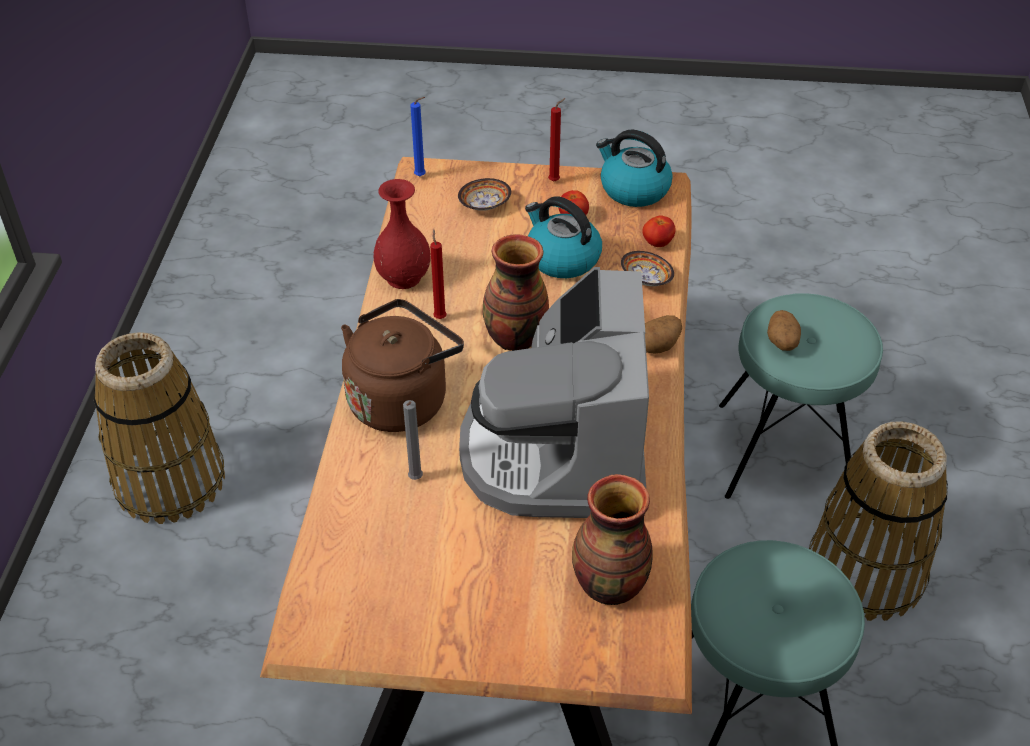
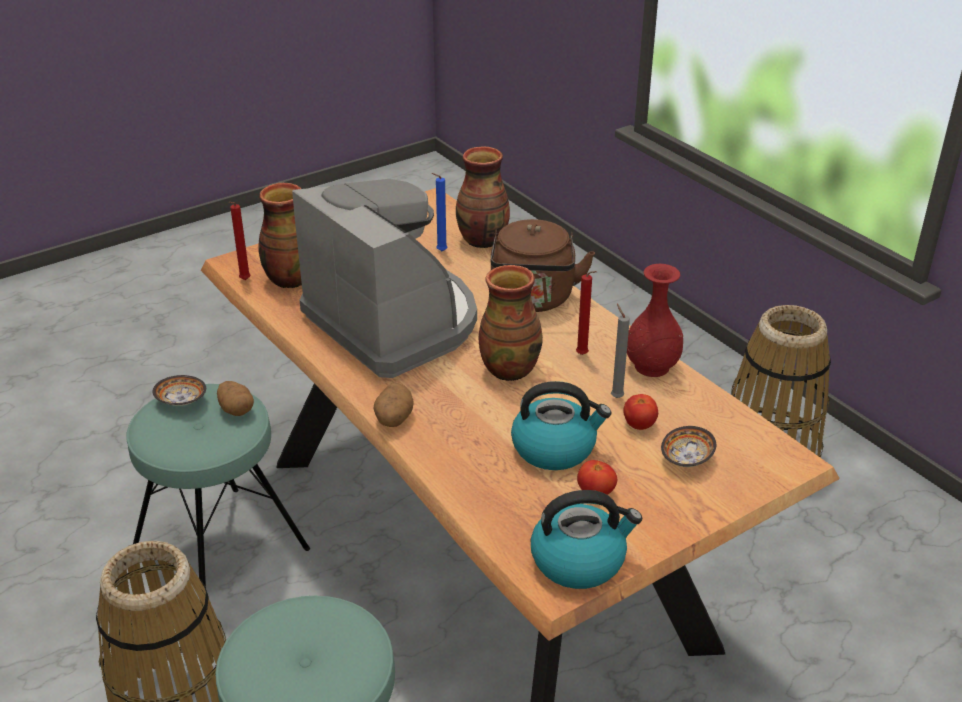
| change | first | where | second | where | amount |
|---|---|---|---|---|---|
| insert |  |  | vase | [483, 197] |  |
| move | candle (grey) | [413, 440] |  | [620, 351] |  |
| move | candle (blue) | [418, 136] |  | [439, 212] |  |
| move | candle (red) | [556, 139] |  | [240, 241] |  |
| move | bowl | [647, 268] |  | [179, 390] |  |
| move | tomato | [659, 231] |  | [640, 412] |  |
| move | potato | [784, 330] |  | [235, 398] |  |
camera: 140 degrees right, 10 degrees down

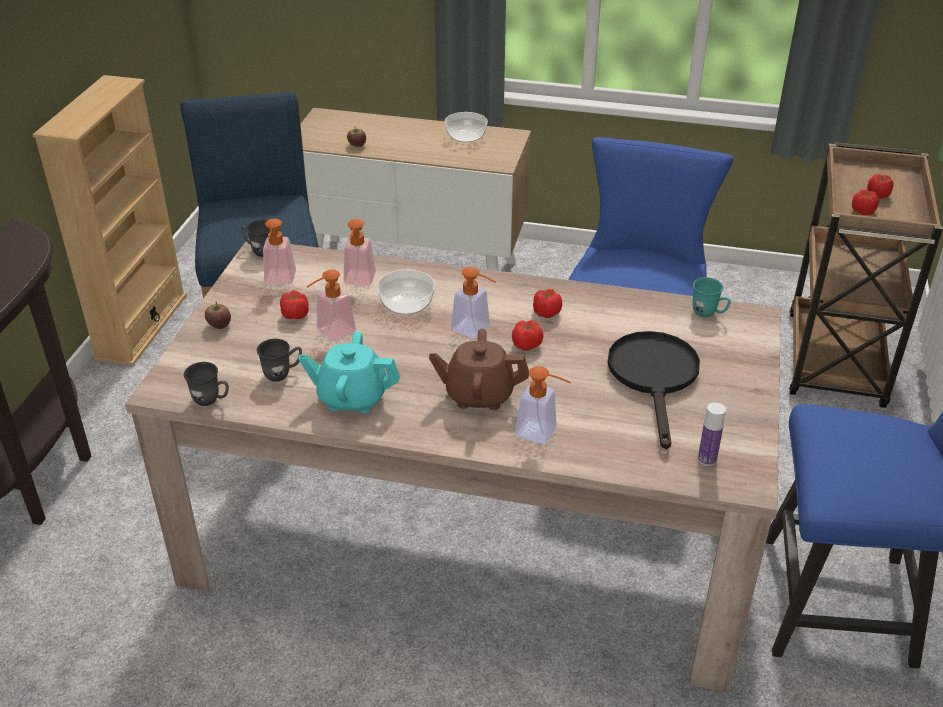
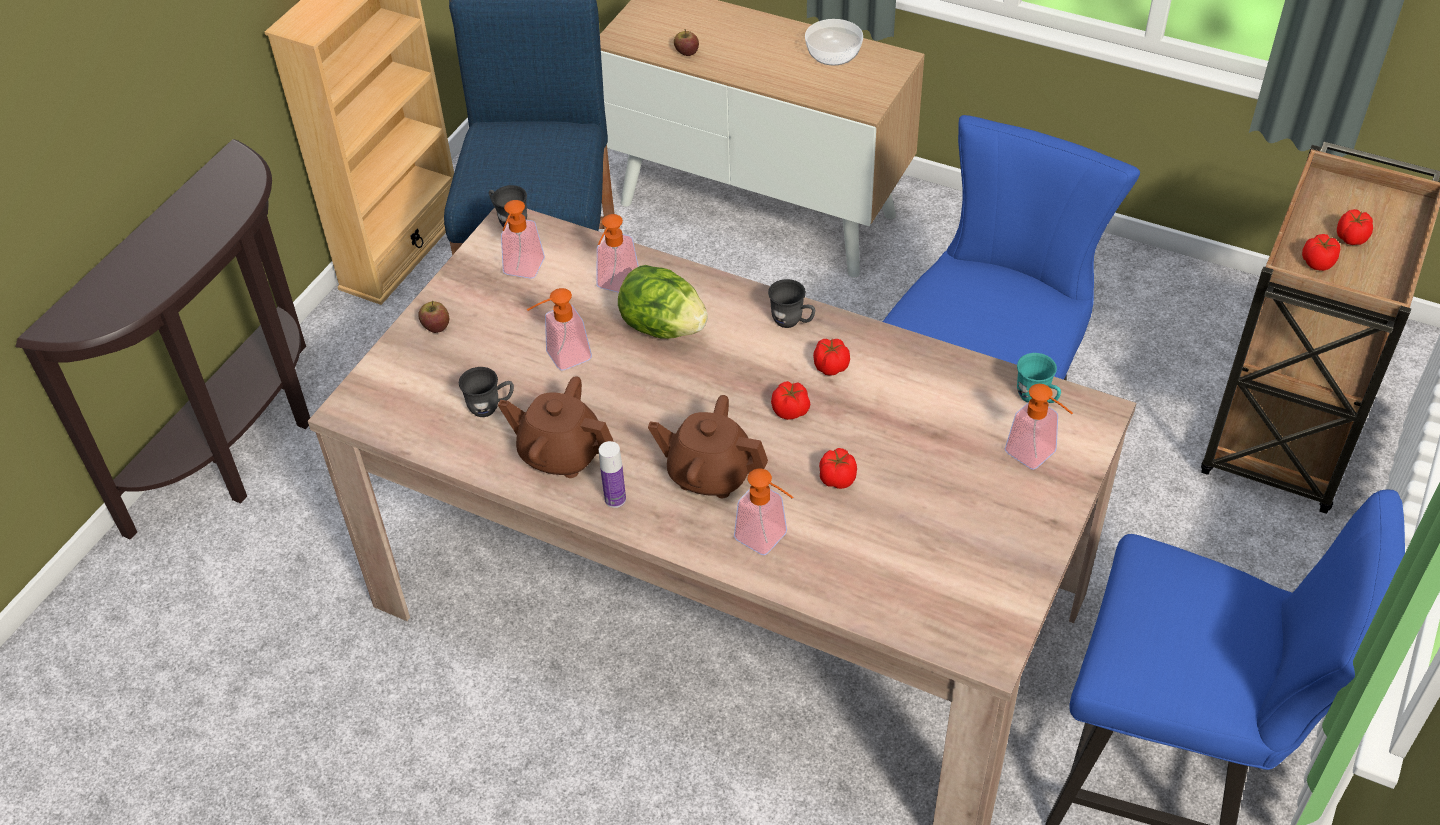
| change | first | where | second | where | amount |
|---|---|---|---|---|---|
| delete | frying pan (black) | [653, 390] |  |  |  |
| move | mug (grey) | [206, 384] |  | [791, 303] |  |
| move | tomato | [294, 304] |  | [838, 468] |  |
| move | soap dispenser | [473, 302] |  | [1039, 427] |  |
| move | bottle | [712, 434] |  | [612, 474] |  |
| replace | bowl | [406, 292] | lettuce | [663, 302] |  |
| recolor | teapot (turquoise) | [349, 372] | teapot (brown) | [556, 427] |  |
camera: 15 degrees right, 10 degrees up

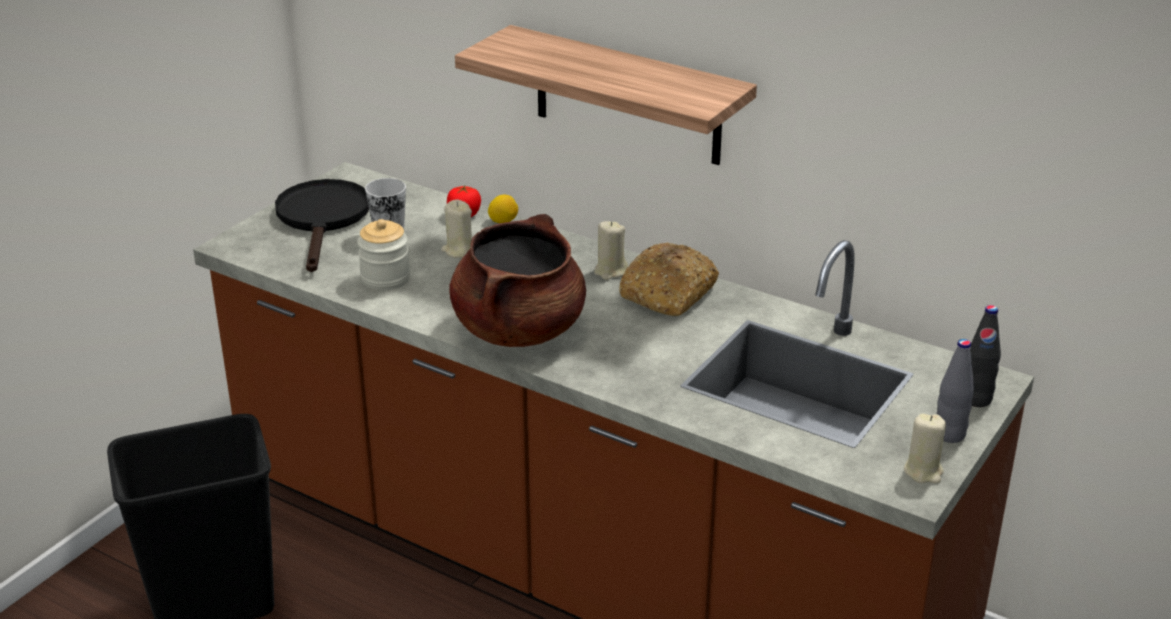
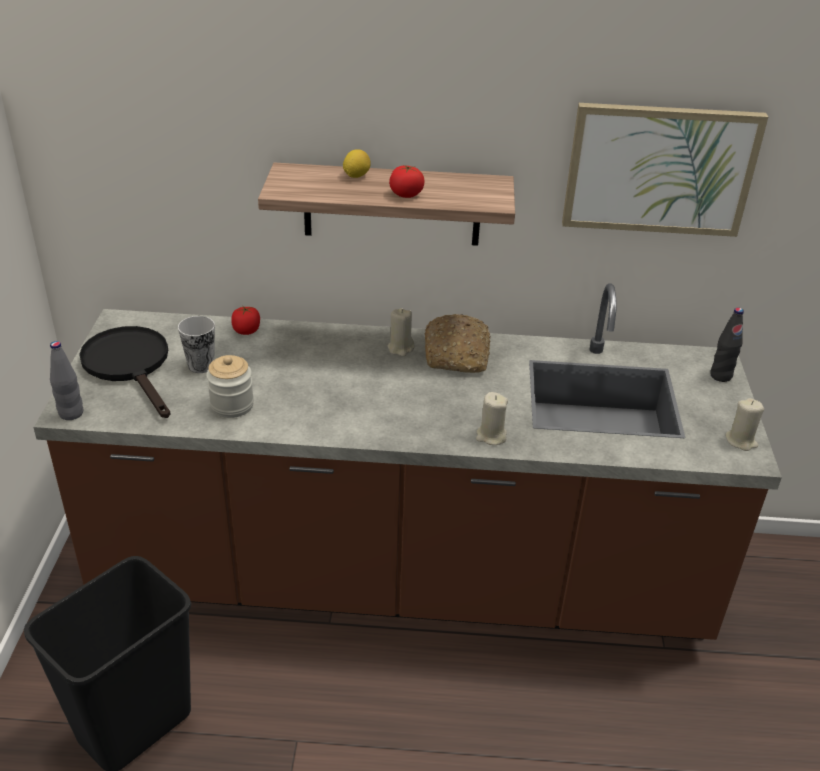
| change | first | where | second | where | amount |
|---|---|---|---|---|---|
| delete | cooking pot (brown) | [517, 280] |  |  |  |
| insert |  |  | tomato | [407, 181] |  |
| insert |  |  | picture | [665, 170] |  |
| move | candle (beige) | [456, 229] |  | [492, 418] |  |
| move | lemon | [503, 209] |  | [357, 163] |  |
| move | bottle (grey) | [955, 391] |  | [66, 380] |  |
camera: 30 degrees left, 5 degrees up

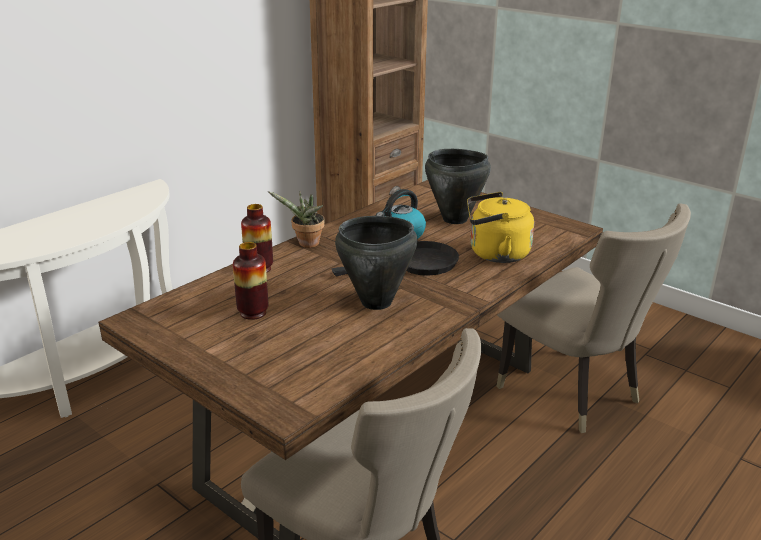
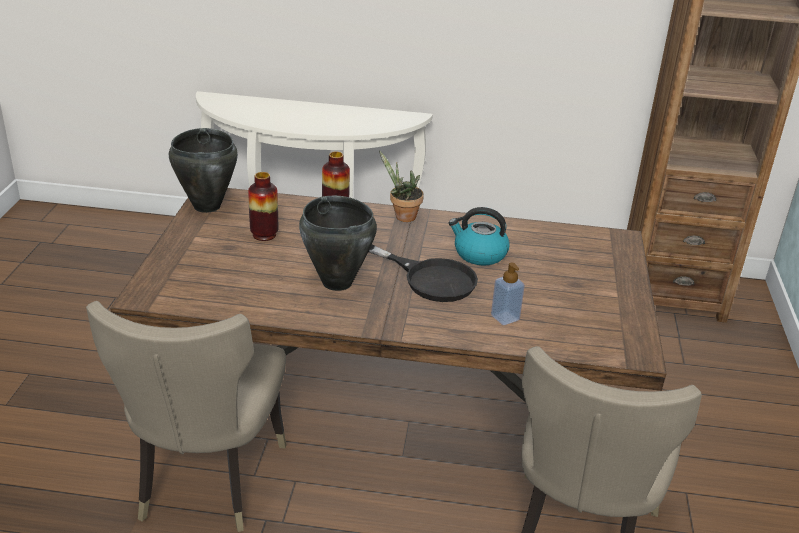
| change | first | where | second | where | amount |
|---|---|---|---|---|---|
| move | cooking pot (black) | [458, 186] |  | [203, 170] |  |
| replace | kettle (yellow) | [500, 227] | soap dispenser | [508, 293] |  |
camera: 55 degrees right, 5 degrees up

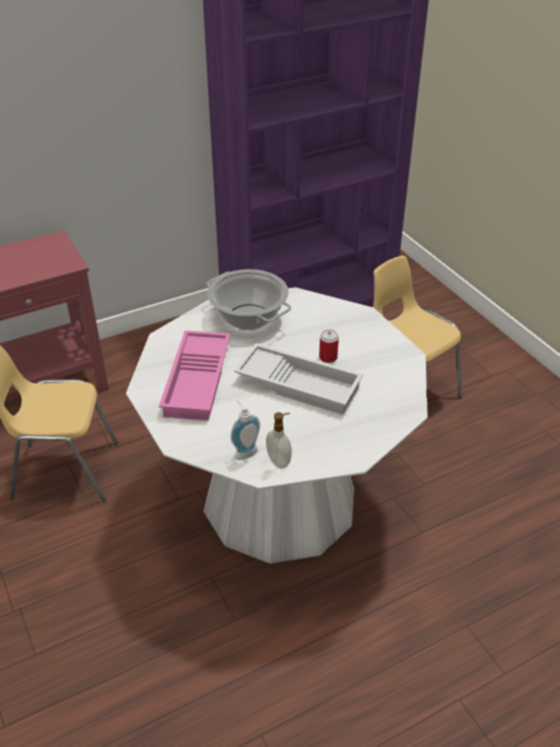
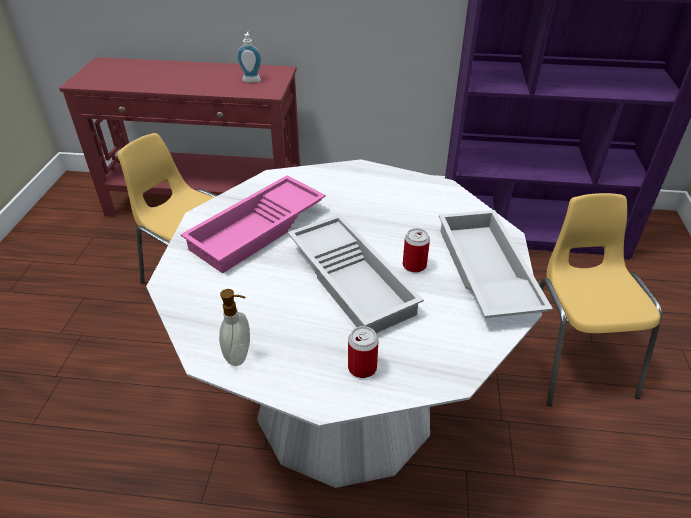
| change | first | where | second | where | amount |
|---|---|---|---|---|---|
| delete | cooking pot | [248, 299] |  |  |  |
| insert |  |  | can | [363, 352] |  |
| insert |  |  | tray (white) | [496, 264] |  |
| move | soap dispenser | [245, 430] |  | [249, 57] |  |
camera: 35 degrees right, 0 degrees up

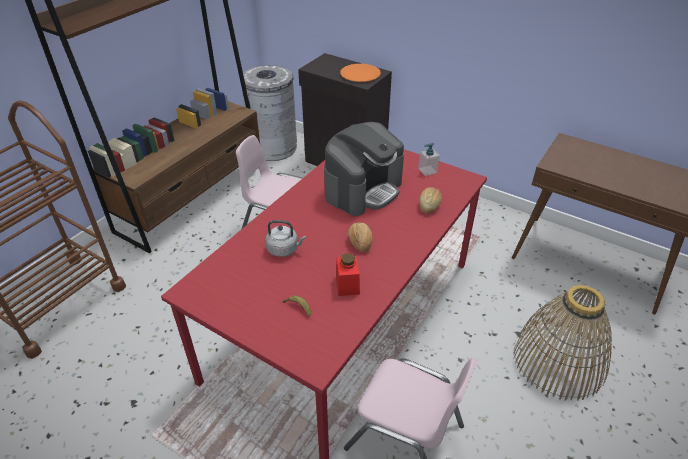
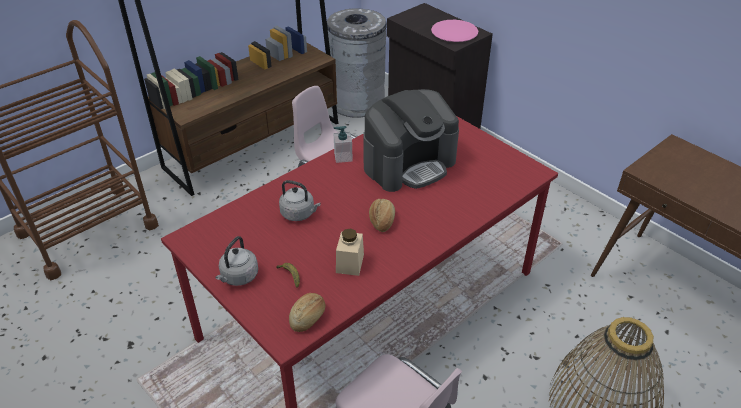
| change | first | where | second | where | amount |
|---|---|---|---|---|---|
| insert |  |  | kettle (grey) | [236, 261] |  |
| move | soap dispenser | [429, 159] |  | [343, 144] |  |
| move | bread | [430, 200] |  | [307, 312] |  |
| recolor | jar (red) | [348, 274] | jar (beige) | [350, 252] |  |
| recolor | plate (orange) | [360, 73] | plate (pink) | [454, 31] |  |
camera: 15 degrees right, 0 degrees up

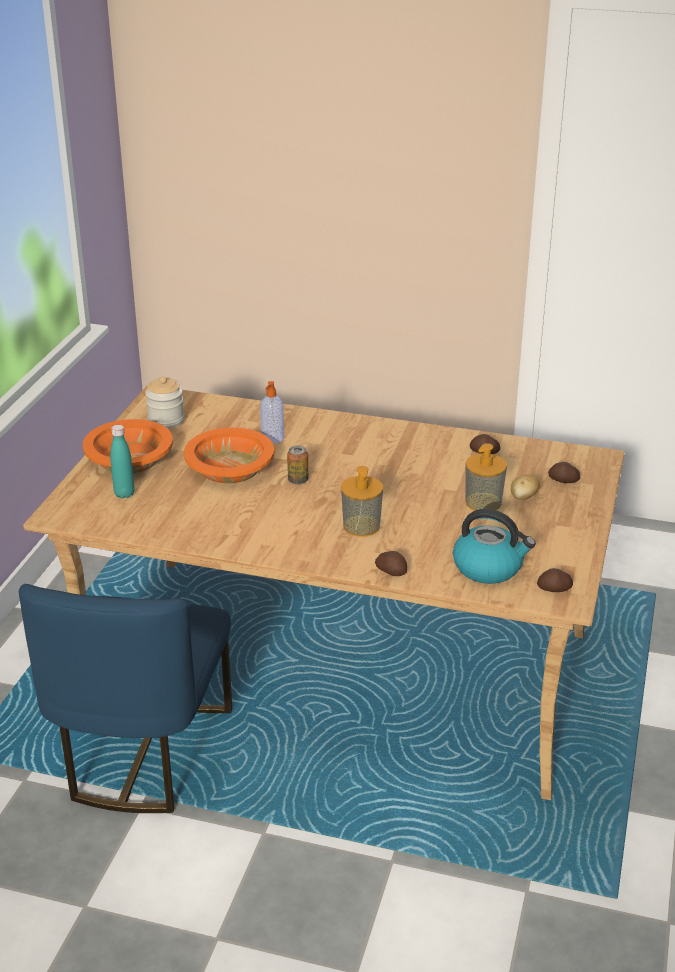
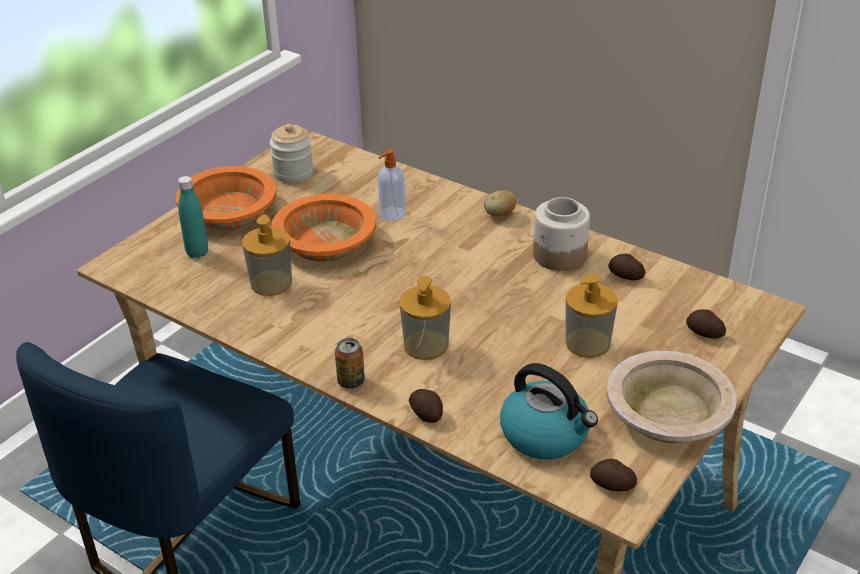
| change | first | where | second | where | amount |
|---|---|---|---|---|---|
| insert |  |  | soap dispenser | [267, 255] |  |
| insert |  |  | jar | [561, 234] |  |
| insert |  |  | bowl (beige) | [672, 397] |  |
| move | can | [297, 465] |  | [350, 363] |  |
| move | potato | [525, 487] |  | [500, 203] |  |
camera: 20 degrees right, 5 degrees up

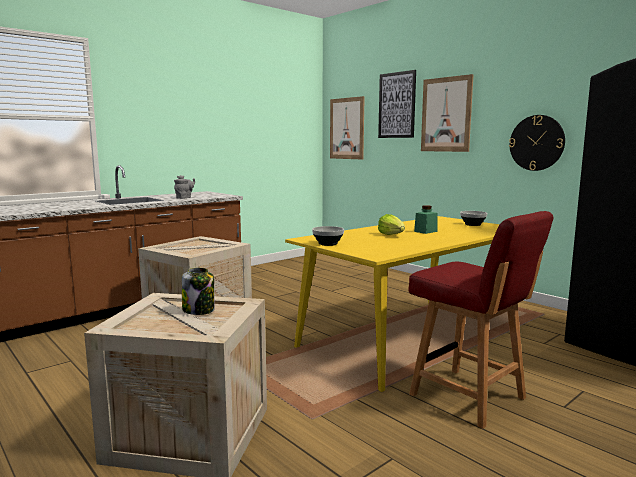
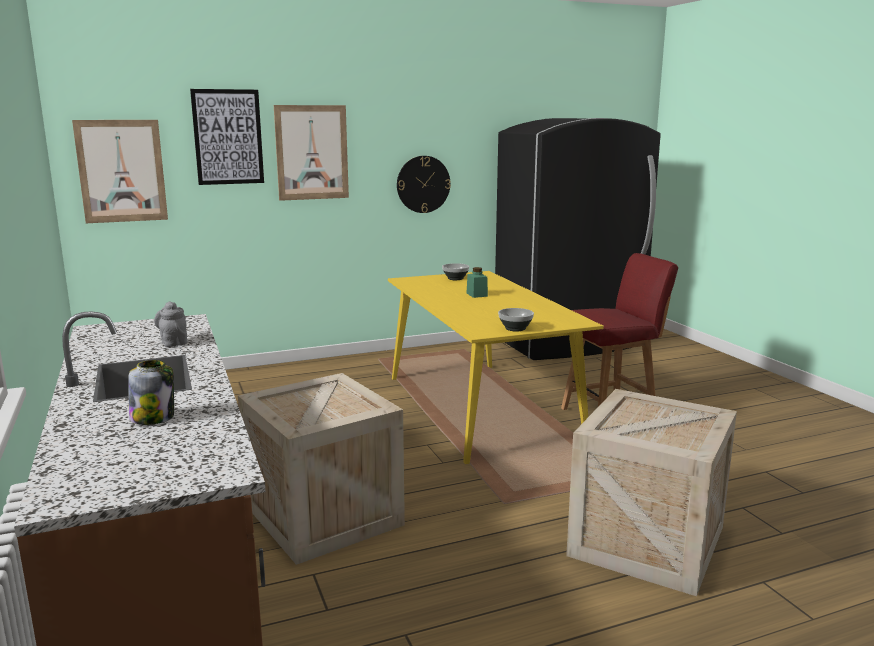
| change | first | where | second | where | amount |
|---|---|---|---|---|---|
| delete | lettuce | [391, 224] |  |  |  |
| move | jar | [198, 291] |  | [151, 392] |  |
camera: 70 degrees left, 5 degrees up

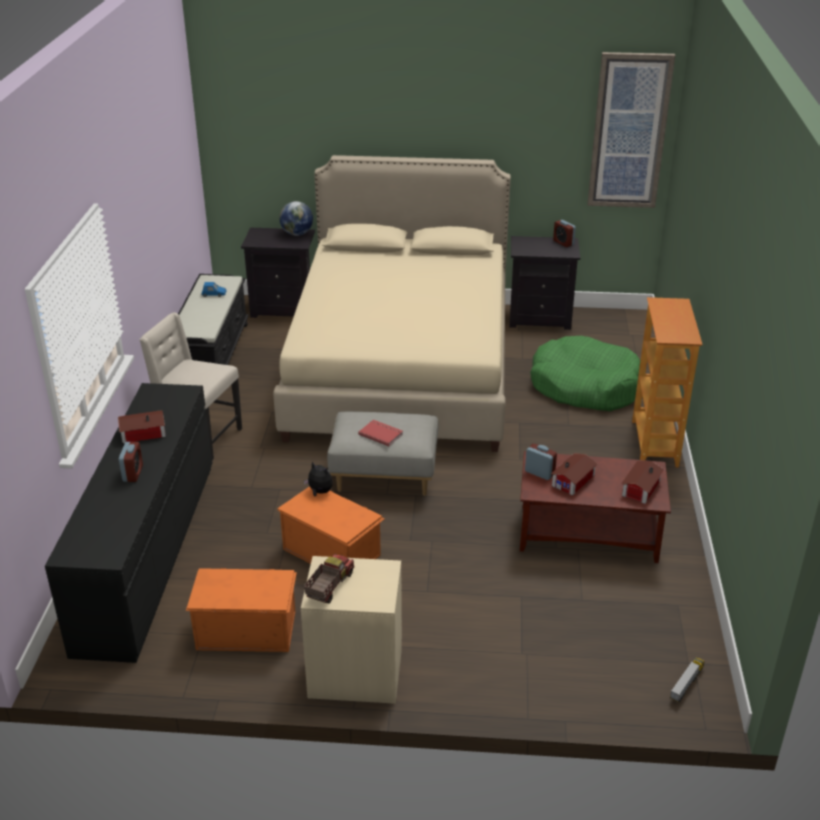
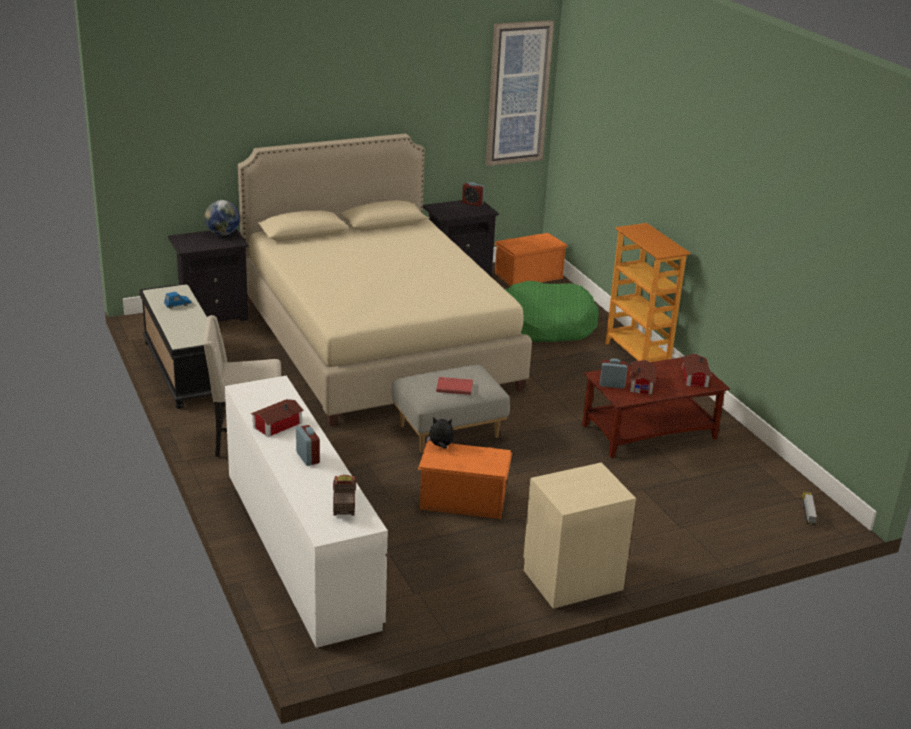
| change | first | where | second | where | amount |
|---|---|---|---|---|---|
| move | storage box (orange) | [241, 610] |  | [531, 259] |  |
| move | toy truck | [329, 579] |  | [344, 495] |  |
| recolor | dresser (black) | [129, 523] | dresser (white) | [306, 511] |  |
camera: 30 degrees left, 5 degrees down

